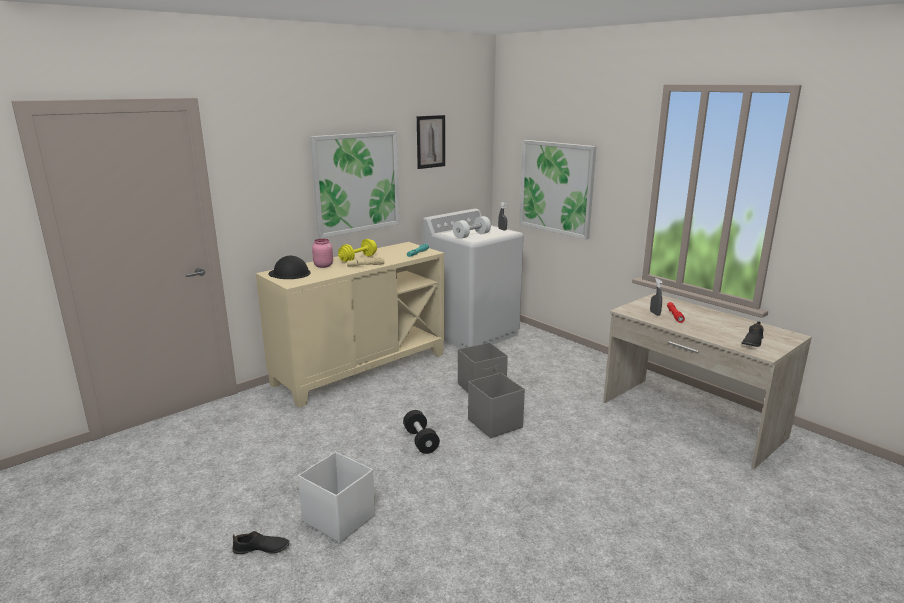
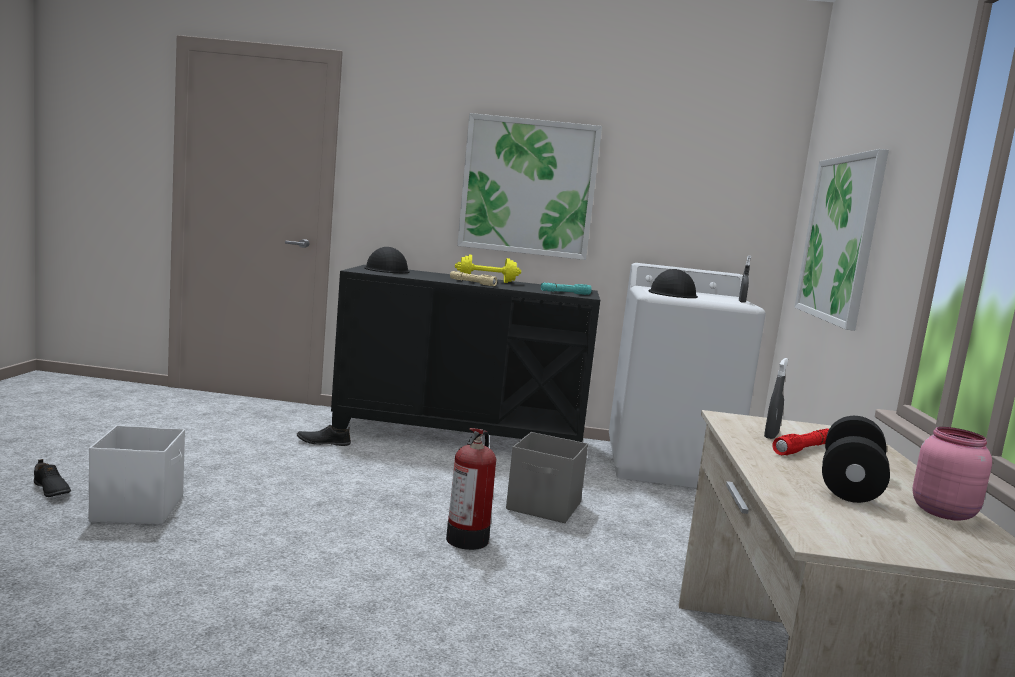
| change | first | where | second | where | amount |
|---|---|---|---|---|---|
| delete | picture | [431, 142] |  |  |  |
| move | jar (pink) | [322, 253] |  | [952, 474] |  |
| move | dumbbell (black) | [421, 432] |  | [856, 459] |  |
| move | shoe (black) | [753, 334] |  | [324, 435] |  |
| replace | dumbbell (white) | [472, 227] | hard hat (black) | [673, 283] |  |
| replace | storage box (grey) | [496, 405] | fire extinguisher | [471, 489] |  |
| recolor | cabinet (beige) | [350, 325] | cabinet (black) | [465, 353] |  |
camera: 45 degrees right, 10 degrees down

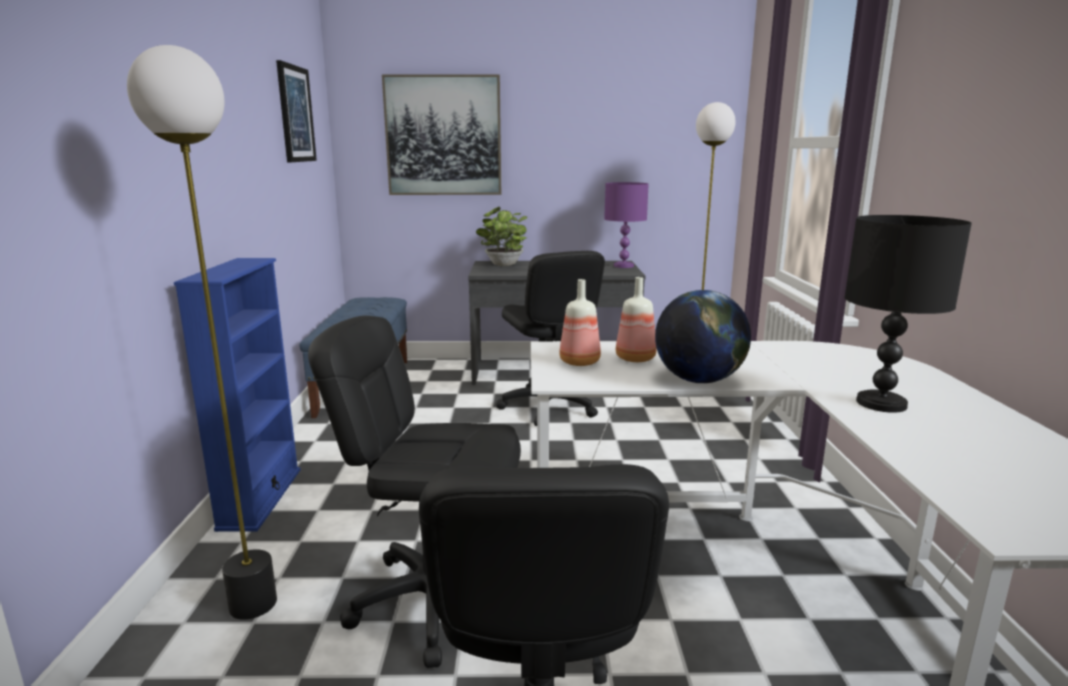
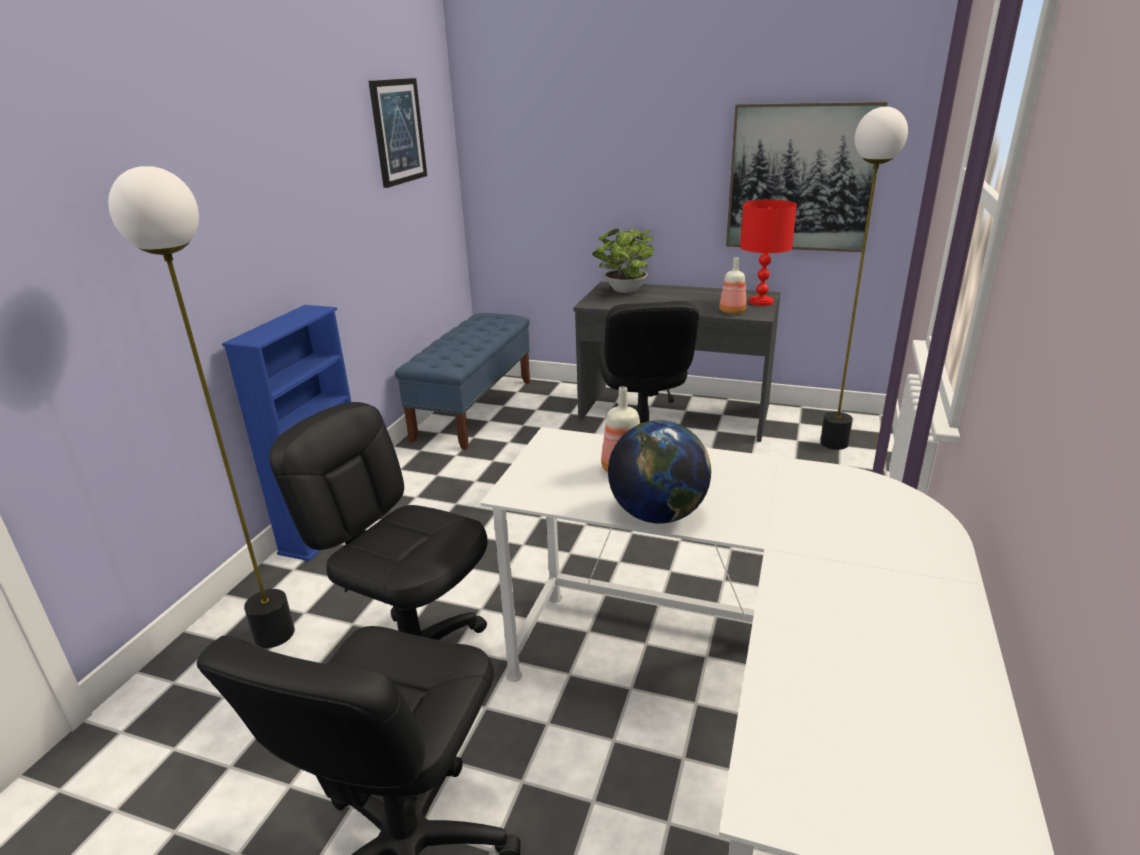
| change | first | where | second | where | amount |
|---|---|---|---|---|---|
| delete | table lamp (black) | [908, 314] |  |  |  |
| move | picture | [441, 134] |  | [807, 177] |  |
| move | bottle | [580, 322] |  | [733, 285] |  |
| recolor | table lamp (purple) | [626, 225] | table lamp (red) | [768, 253] |  |
camera: 20 degrees right, 10 degrees up

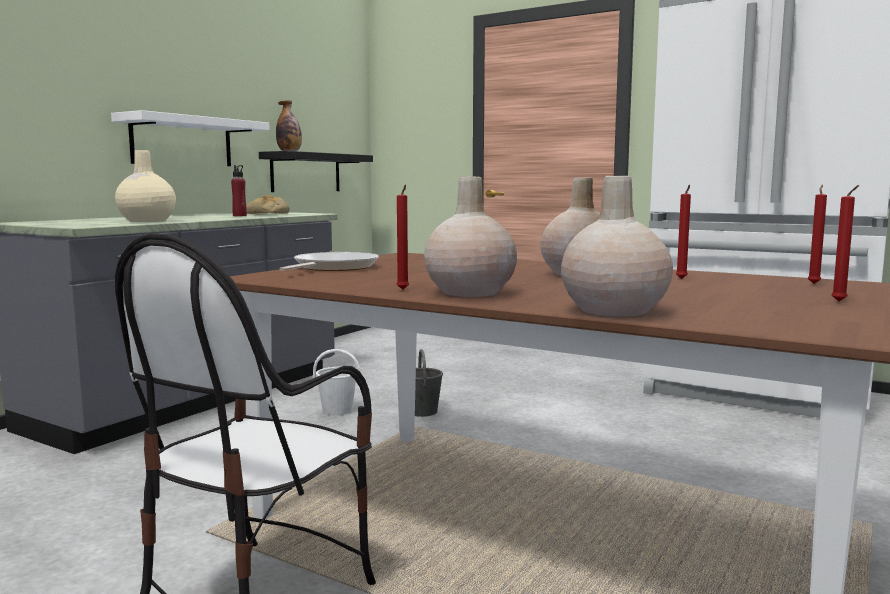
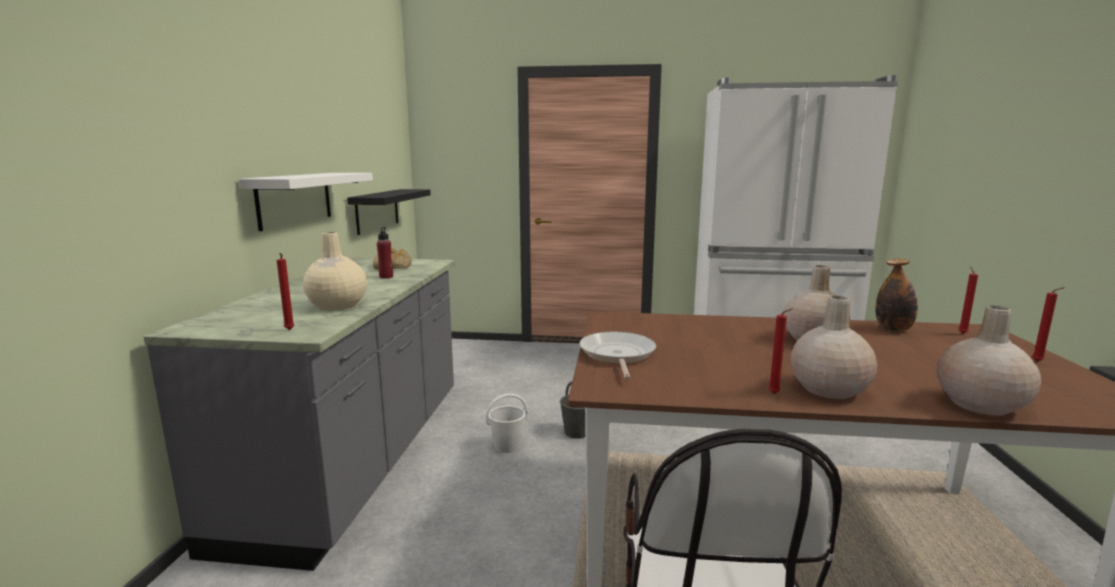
| change | first | where | second | where | amount |
|---|---|---|---|---|---|
| move | bottle | [289, 125] |  | [897, 294] |  |
| move | candle (red) | [683, 232] |  | [286, 291] |  |
camera: 25 degrees left, 5 degrees up

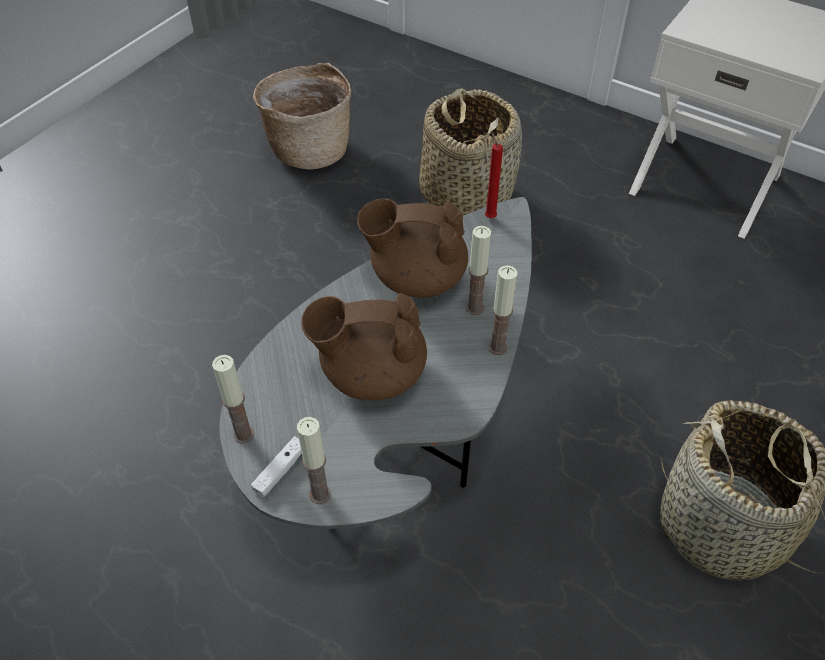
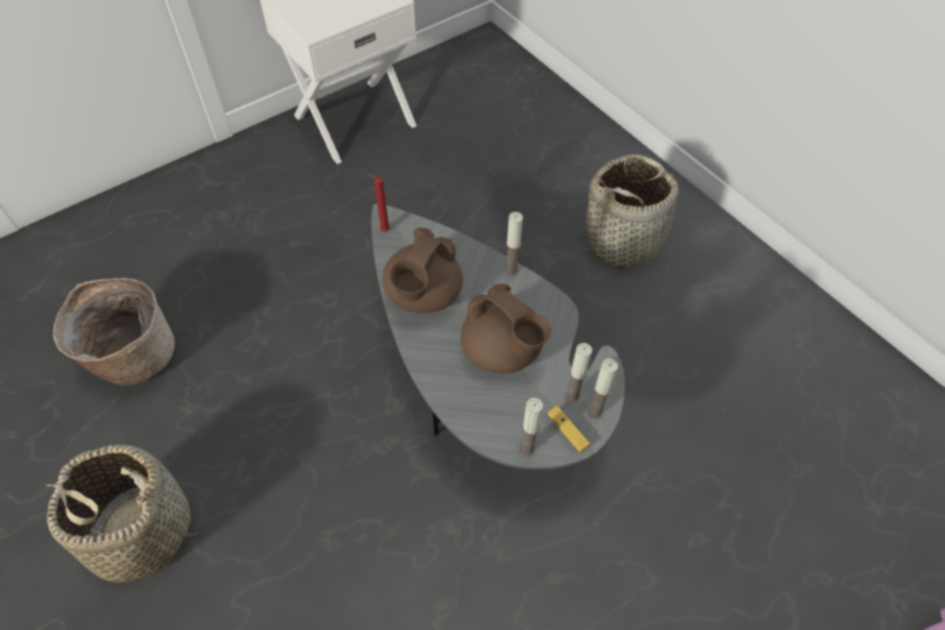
| change | first | where | second | where | amount |
|---|---|---|---|---|---|
| move | basket | [470, 152] |  | [120, 514] |  |
| move | candle | [478, 270] |  | [578, 373] |  |
| recolor | game controller (white) | [276, 466] | game controller (yellow) | [569, 429] |  |
| rotate | teapot (brown) | [364, 346] |  | [506, 329] | 60 degrees counterclockwise |
camera: 70 degrees left, 5 degrees up

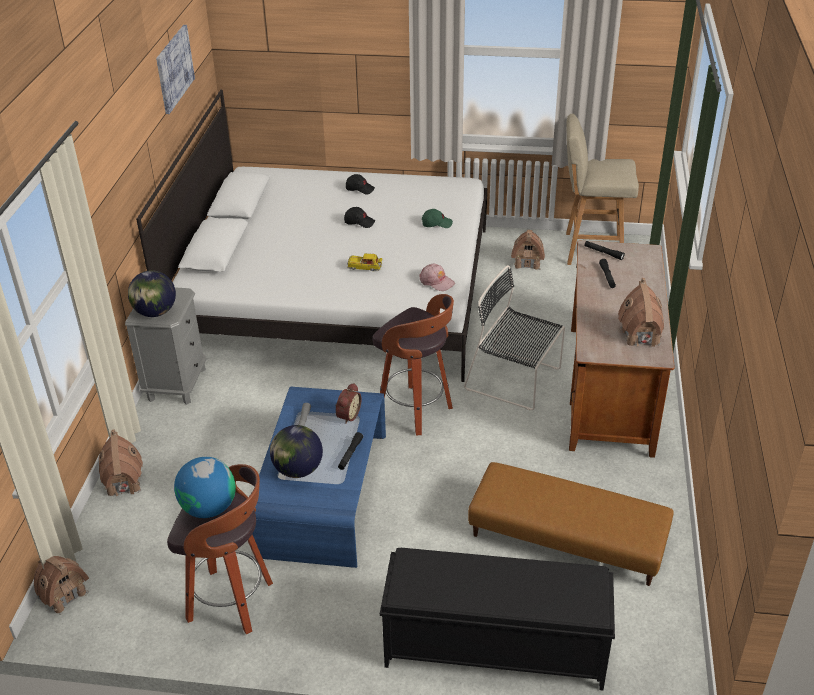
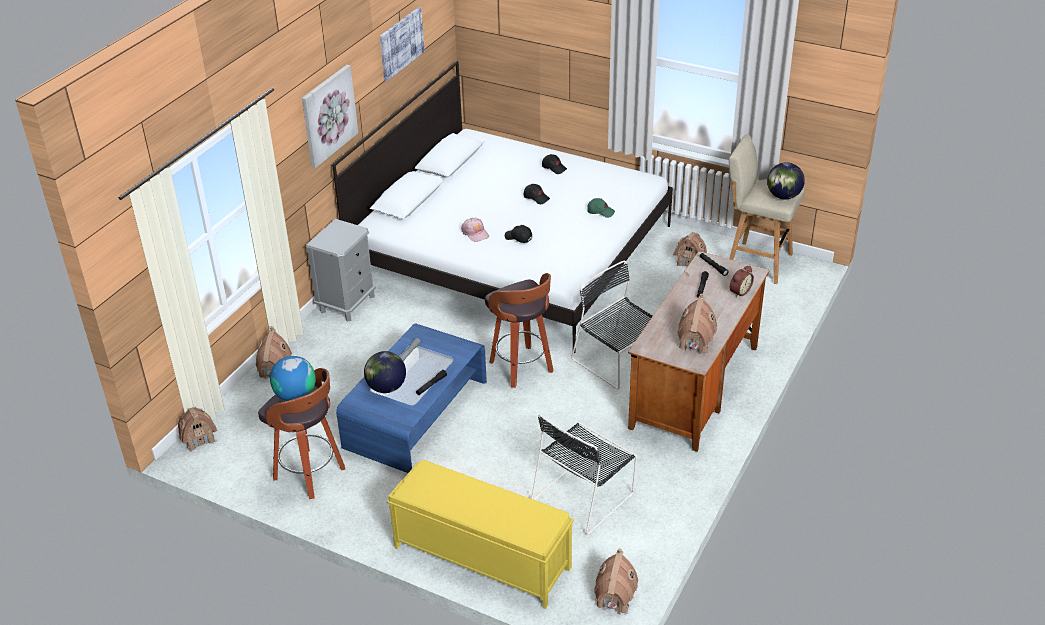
| change | first | where | second | where | amount |
|---|---|---|---|---|---|
| insert |  |  | picture | [330, 116] |  |
| insert |  |  | toy house | [616, 581] |  |
| move | globe | [152, 293] |  | [786, 180] |  |
| move | alarm clock | [348, 403] |  | [742, 281] |  |
| move | cap (pink) | [437, 277] |  | [475, 230] |  |
| replace | toy car | [364, 262] | cap (black) | [518, 234] |  |
| replace | ottoman (brown) | [571, 524] | chair (black) | [584, 474] |  |
| recolor | bench (black) | [497, 619] | bench (yellow) | [480, 534] |  |
camera: 20 degrees right, 0 degrees up

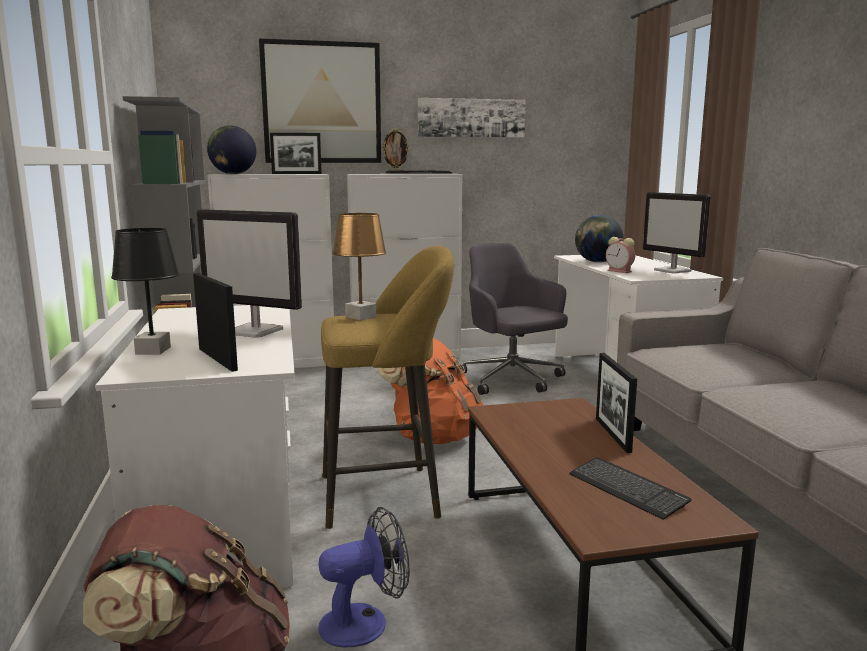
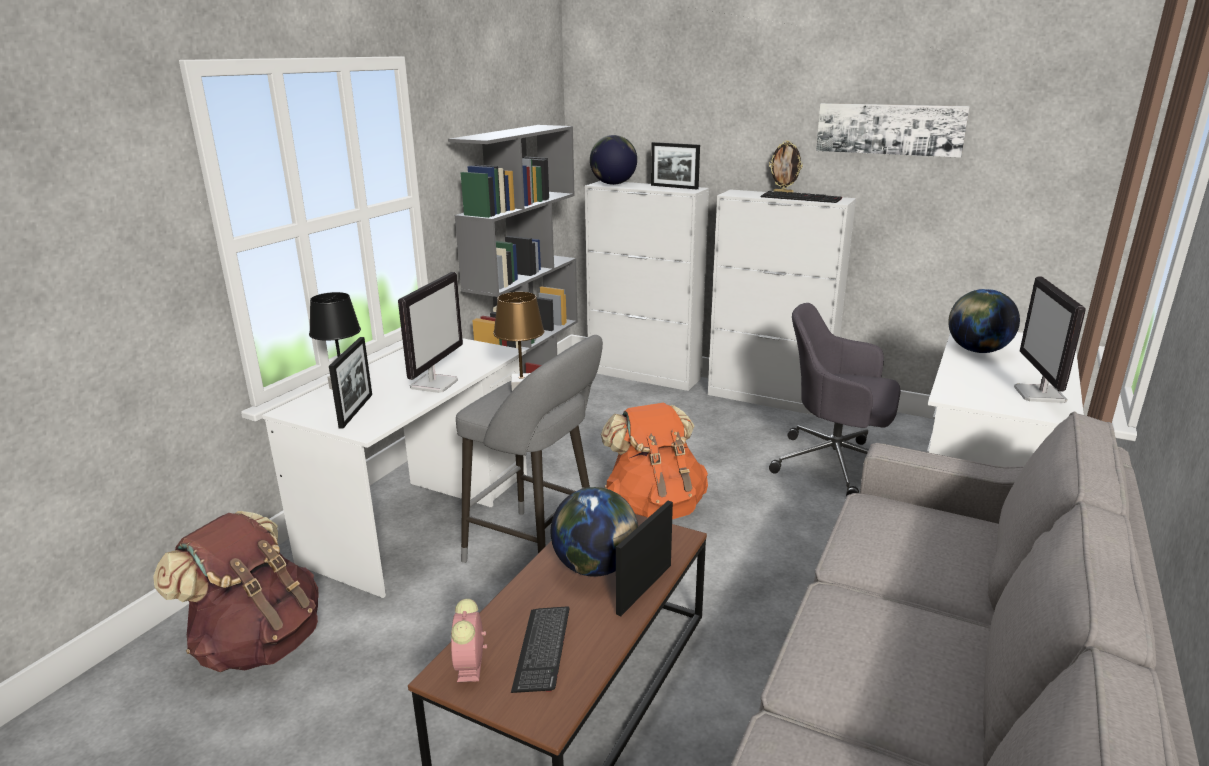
| change | first | where | second | where | amount |
|---|---|---|---|---|---|
| delete | picture | [320, 100] |  |  |  |
| delete | fan | [364, 577] |  |  |  |
| insert |  |  | globe | [594, 532] |  |
| move | alarm clock | [621, 255] |  | [469, 640] |  |
| recolor | stool (yellow) | [387, 387] | stool (grey) | [529, 449] |  |
| rotate | monitor | [249, 273] |  | [430, 332] | 135 degrees counterclockwise |
| rotate | office chair (grey) | [515, 319] |  | [835, 400] | 75 degrees counterclockwise |
camera: 40 degrees right, 10 degrees up

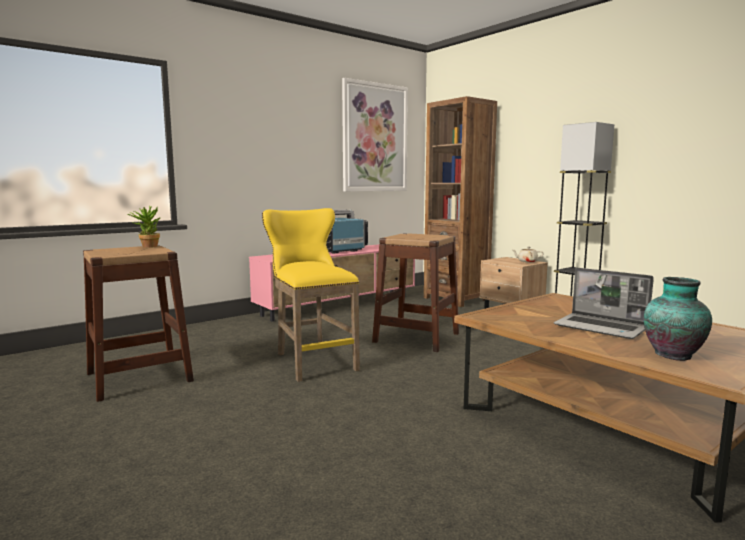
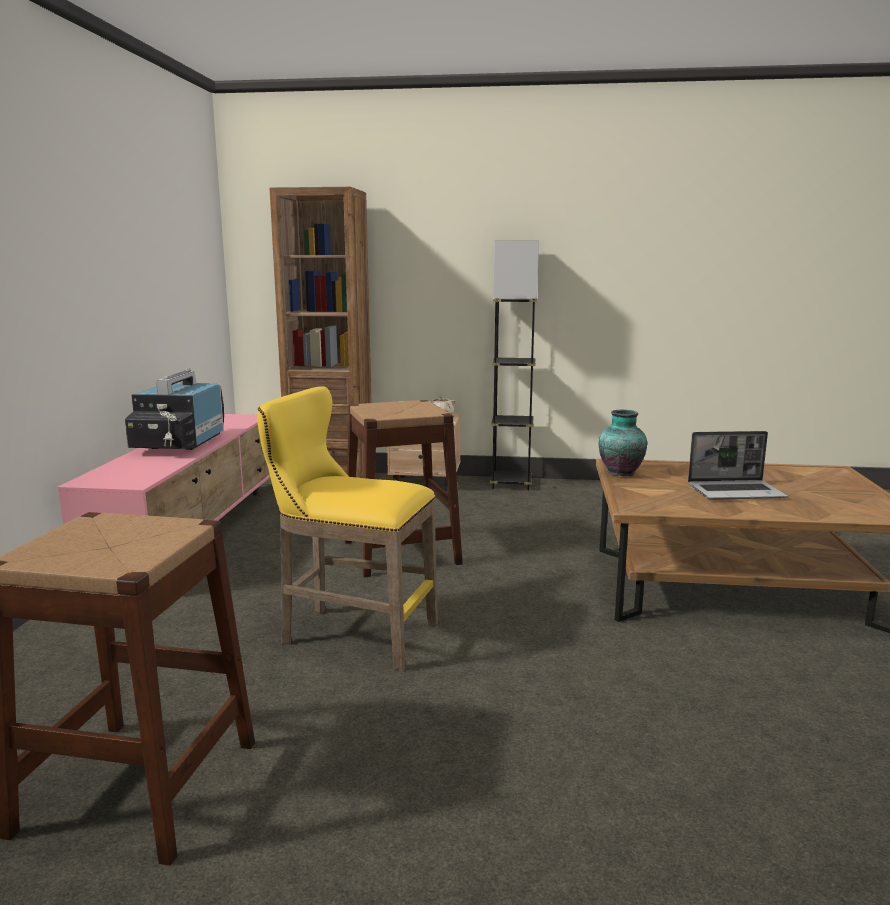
| change | first | where | second | where | amount |
|---|---|---|---|---|---|
| delete | potted plant | [144, 226] |  |  |  |
| delete | picture | [375, 134] |  |  |  |
| move | vase | [678, 319] |  | [623, 443] |  |
camera: 45 degrees left, 5 degrees up

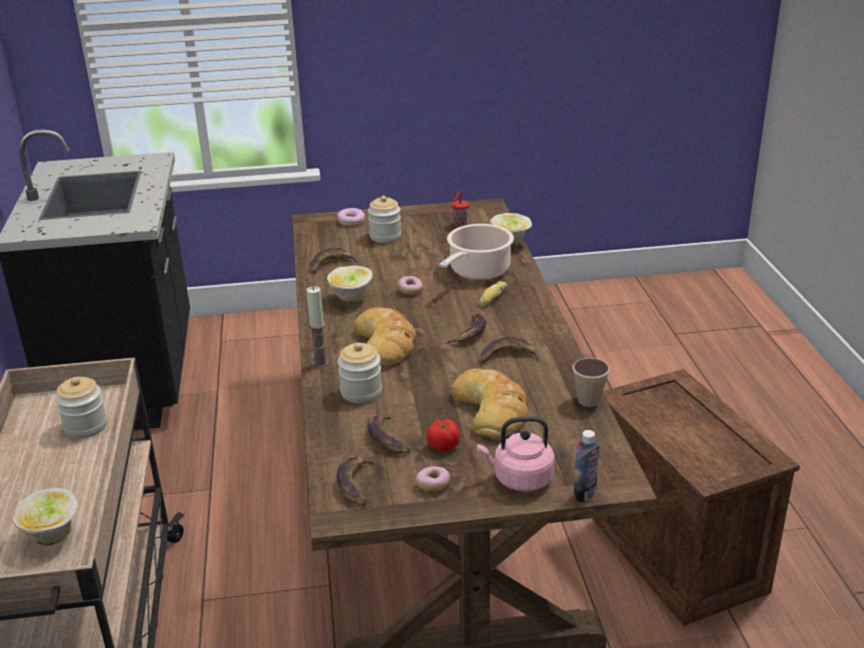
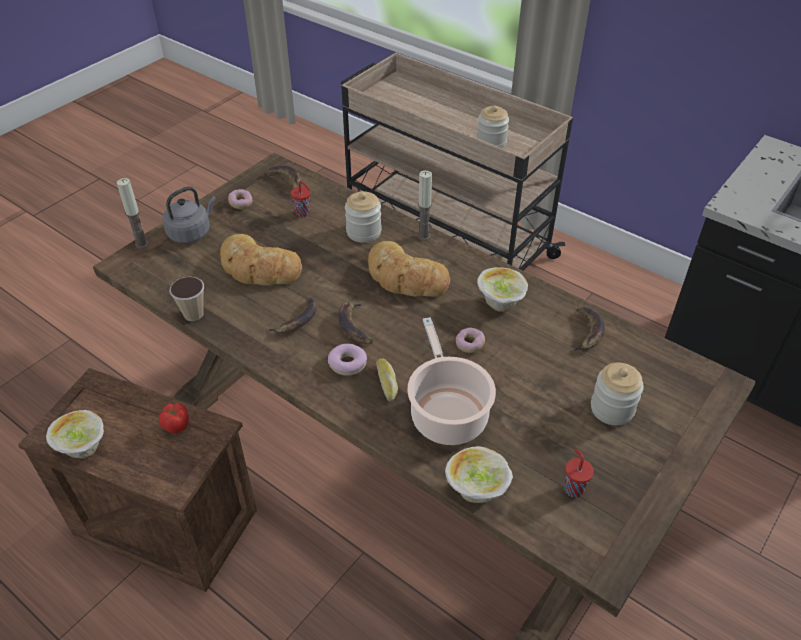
| change | first | where | second | where | amount |
|---|---|---|---|---|---|
| move | bowl | [45, 516] |  | [75, 434] |  |
| move | donut | [351, 217] |  | [347, 359] |  |
| move | tomato | [443, 435] |  | [174, 418] |  |
| replace | banana | [388, 434] | cup (red) | [300, 199] |  |
| replace | bottle | [586, 466] | candle | [133, 213] |  |
| recolor | kettle (pink) | [516, 454] | kettle (grey) | [189, 215] |  |
camera: 135 degrees right, 15 degrees up

